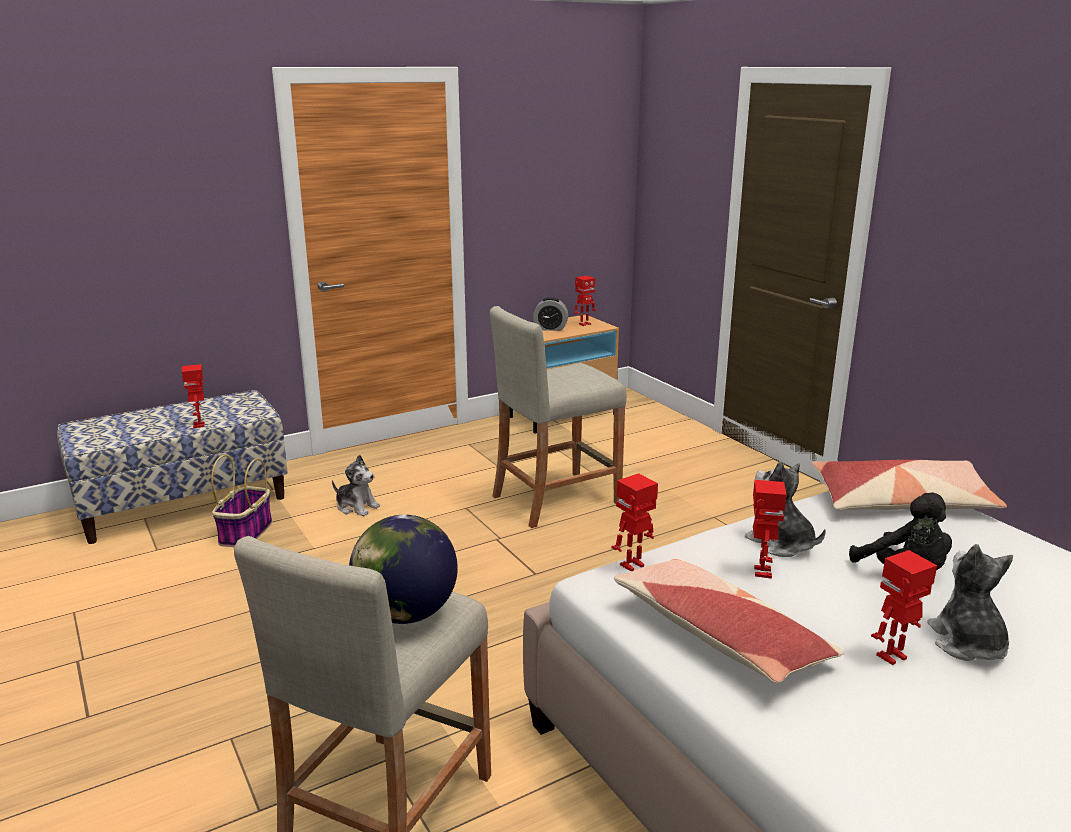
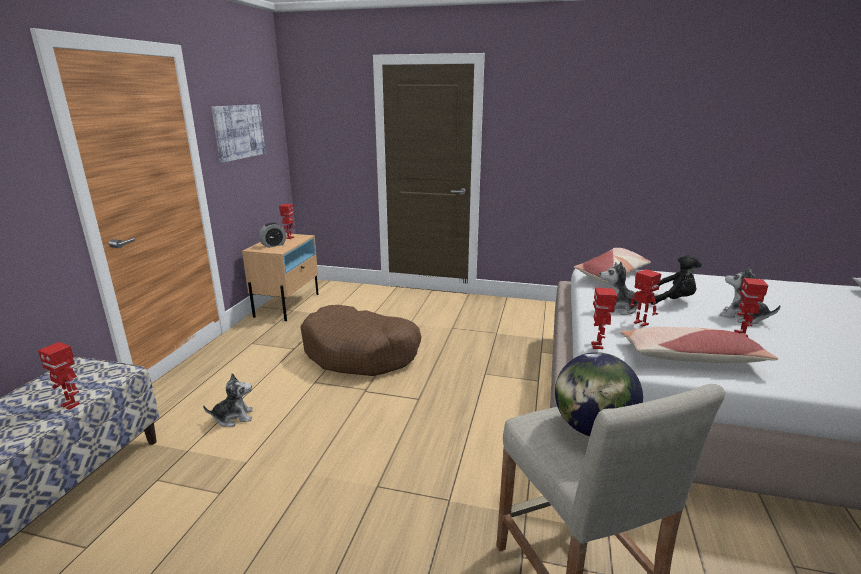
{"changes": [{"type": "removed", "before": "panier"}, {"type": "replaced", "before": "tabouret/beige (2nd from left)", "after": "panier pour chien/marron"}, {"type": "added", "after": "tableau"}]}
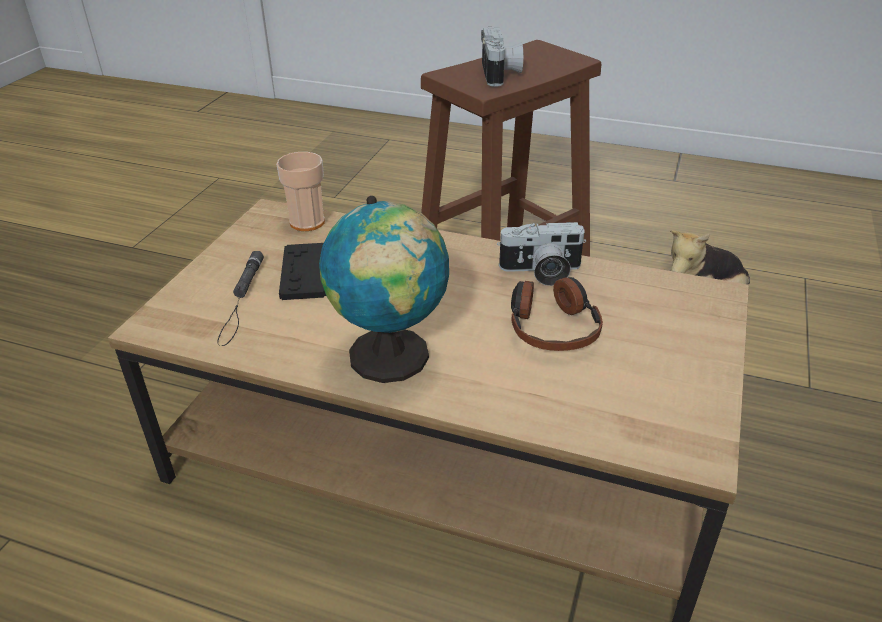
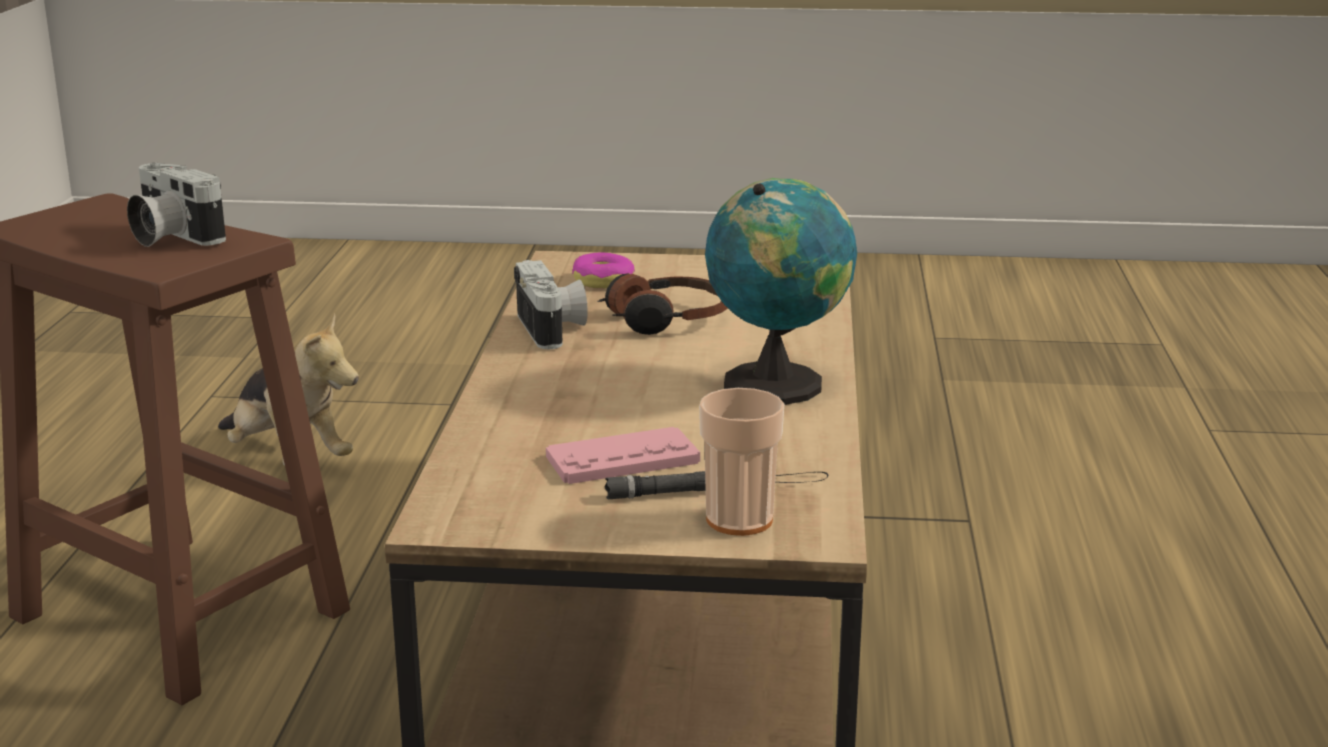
{"changes": [{"type": "moved", "before": "tasse"}, {"type": "recoloured", "before": "manette/noir", "after": "manette/rose"}, {"type": "turned", "before": "appareil photo (1st from left)", "turn": -120}, {"type": "added", "after": "beignet"}]}
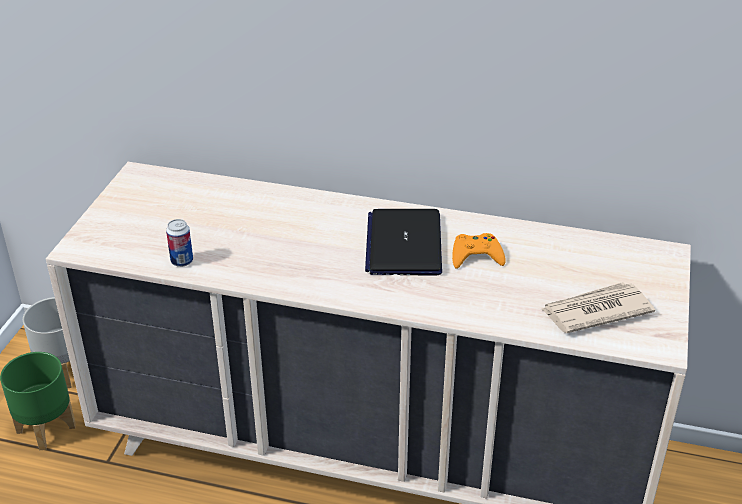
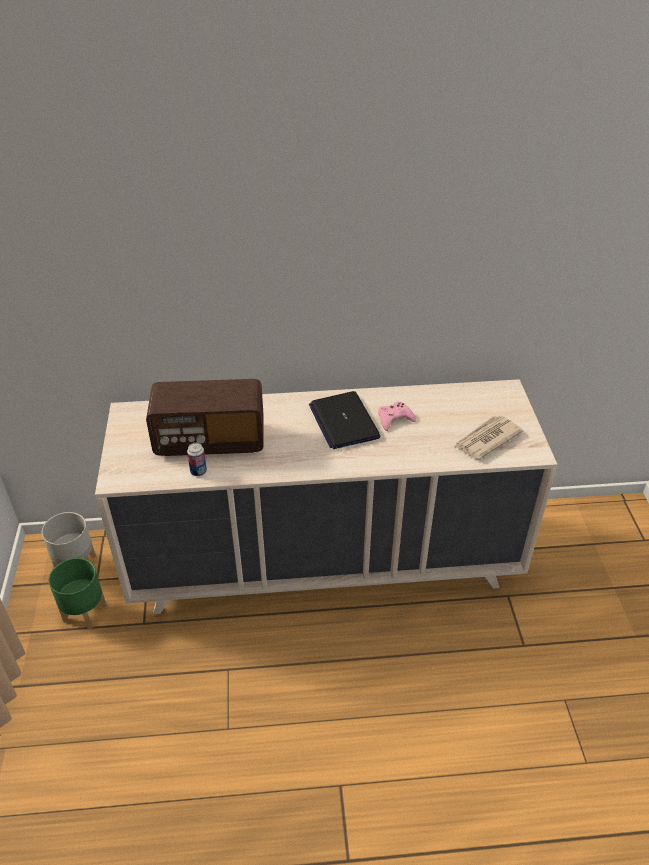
{"changes": [{"type": "recoloured", "before": "manette/orange", "after": "manette/rose"}, {"type": "added", "after": "radio"}]}
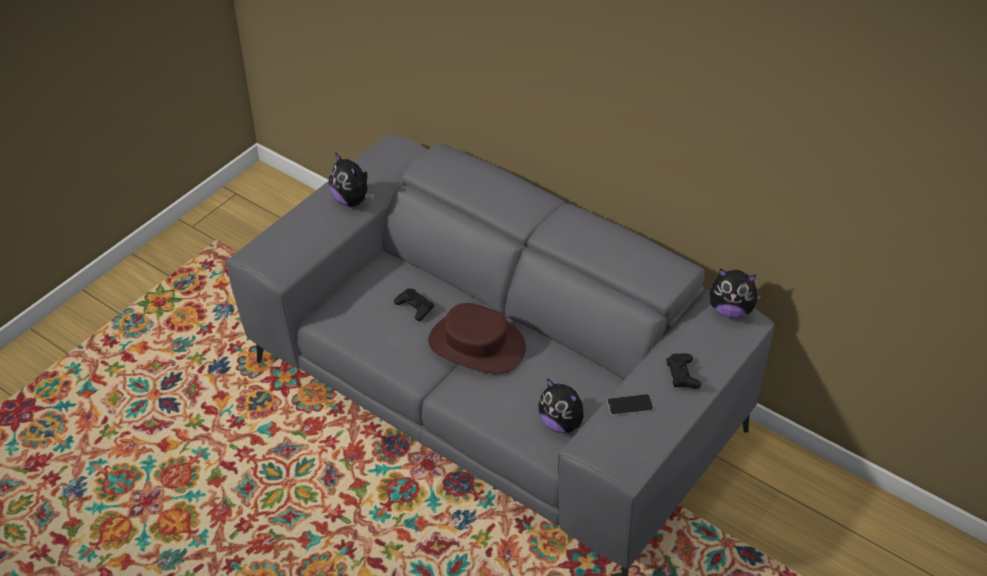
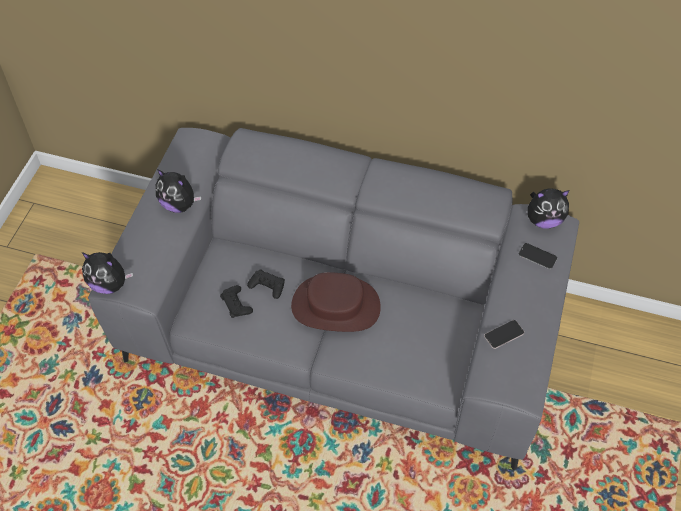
{"changes": [{"type": "moved", "before": "peluche (2nd from left in the first image)", "after": "peluche (1st from left)"}, {"type": "moved", "before": "manette/noir (2nd from left in the first image)", "after": "manette/noir (1st from left)"}, {"type": "added", "after": "téléphone (2nd from left)"}]}
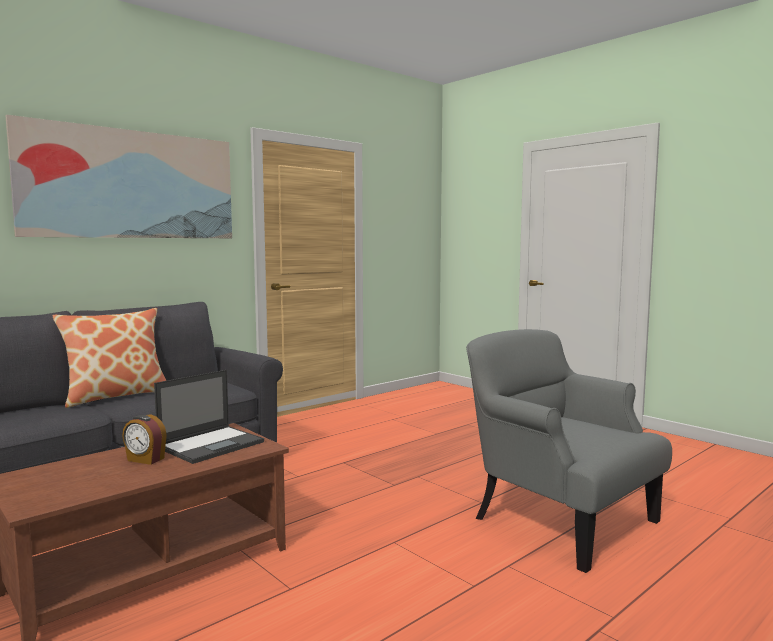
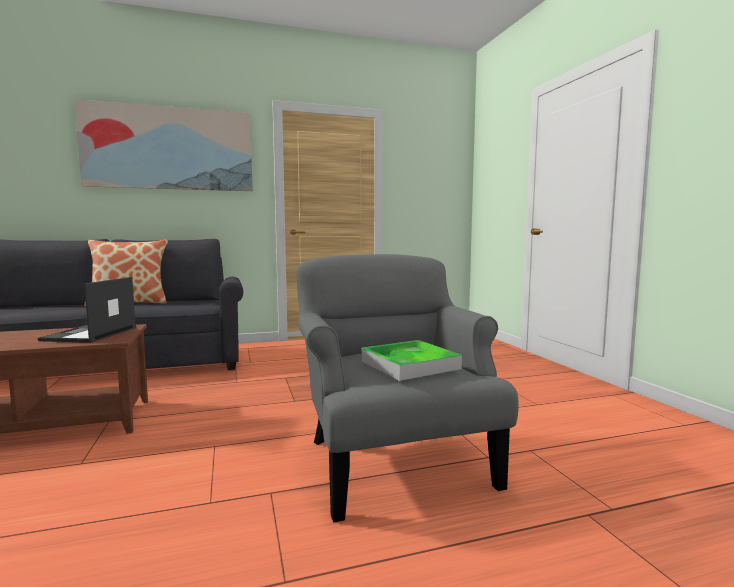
{"changes": [{"type": "removed", "before": "réveil"}, {"type": "turned", "before": "ordinateur portable", "turn": 120}, {"type": "added", "after": "plateau"}]}
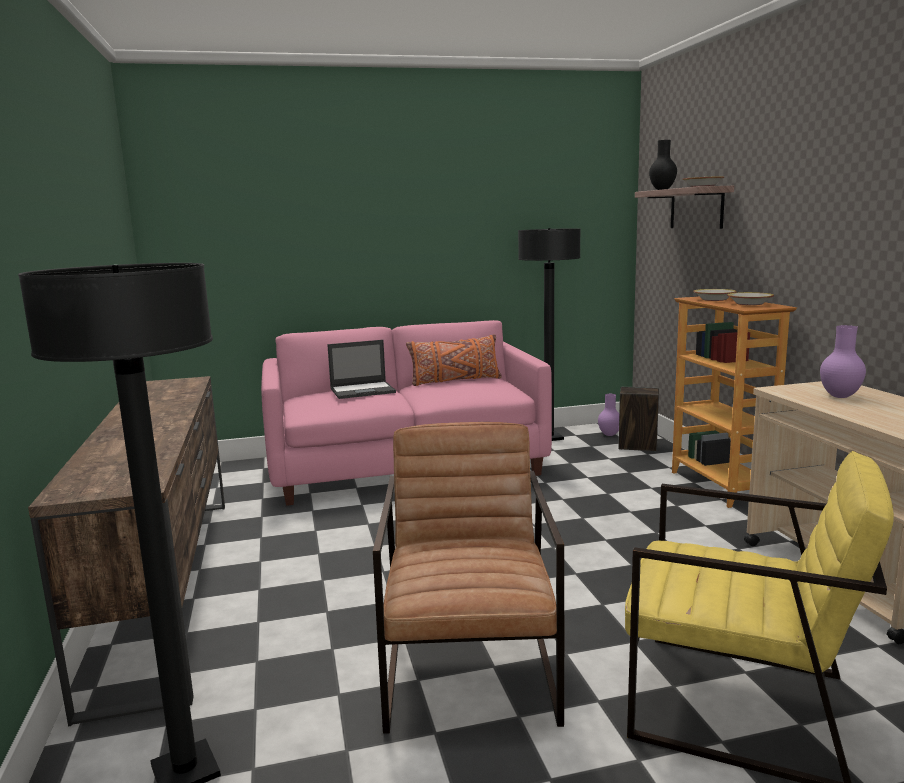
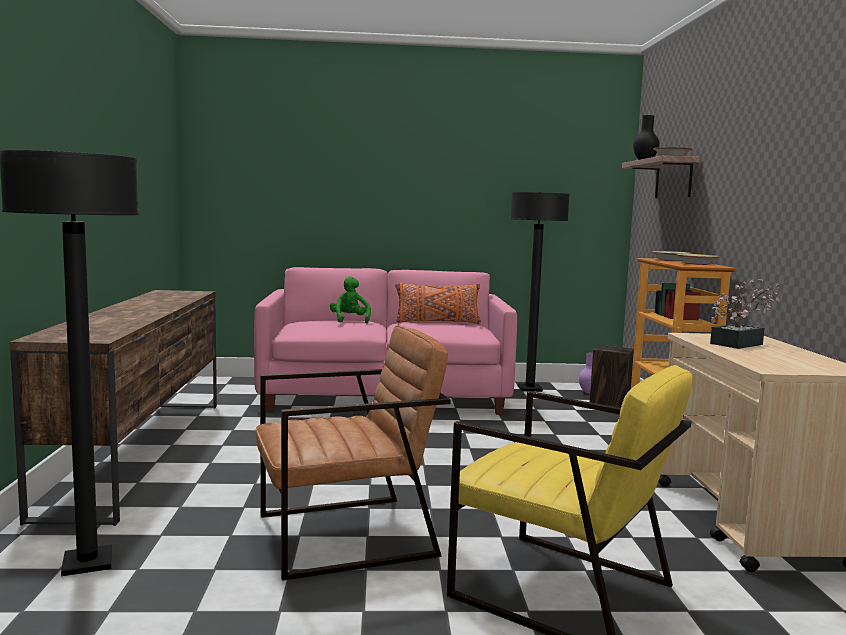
{"changes": [{"type": "replaced", "before": "ordinateur portable", "after": "peluche/vert"}, {"type": "turned", "before": "fauteuil/marron", "turn": 60}, {"type": "replaced", "before": "vase/violet (2nd from left)", "after": "plante en pot"}]}
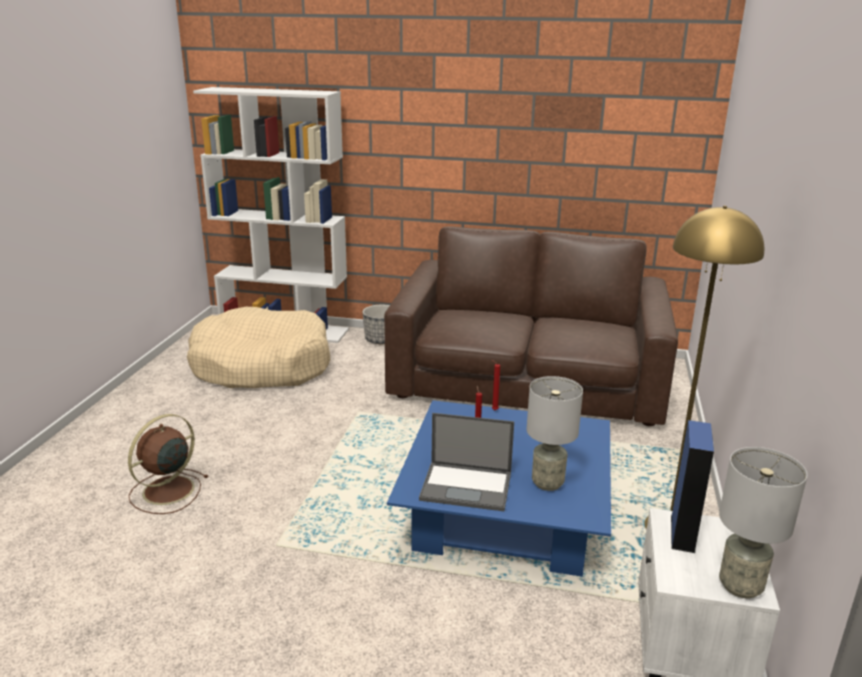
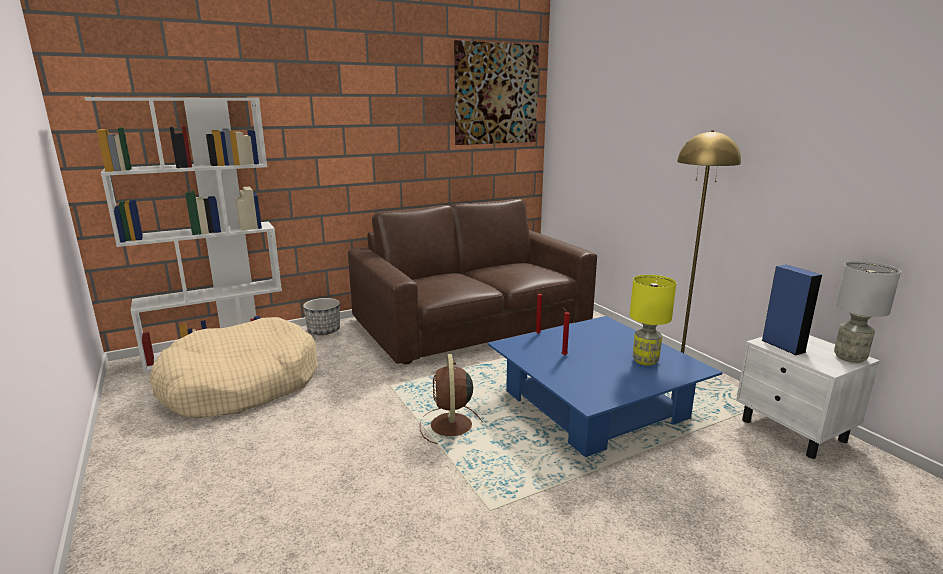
{"changes": [{"type": "moved", "before": "ventilateur/marron"}, {"type": "removed", "before": "ordinateur portable"}, {"type": "recoloured", "before": "lampe de table/gris (1st from left)", "after": "lampe de table/jaune"}, {"type": "added", "after": "tableau"}]}
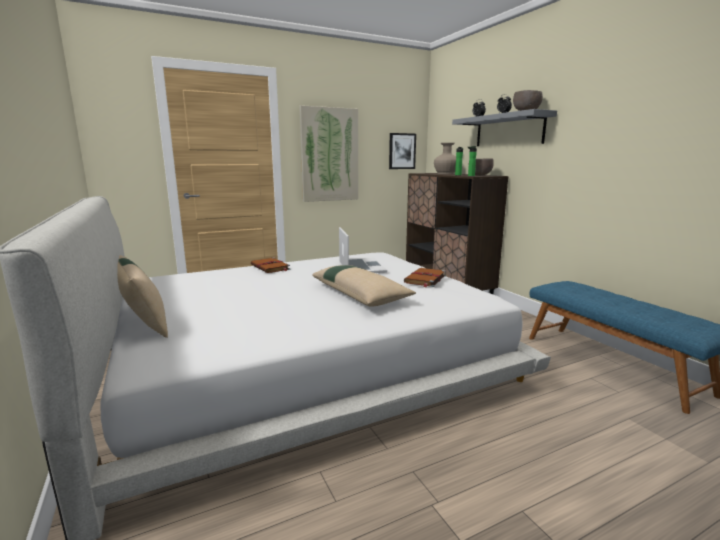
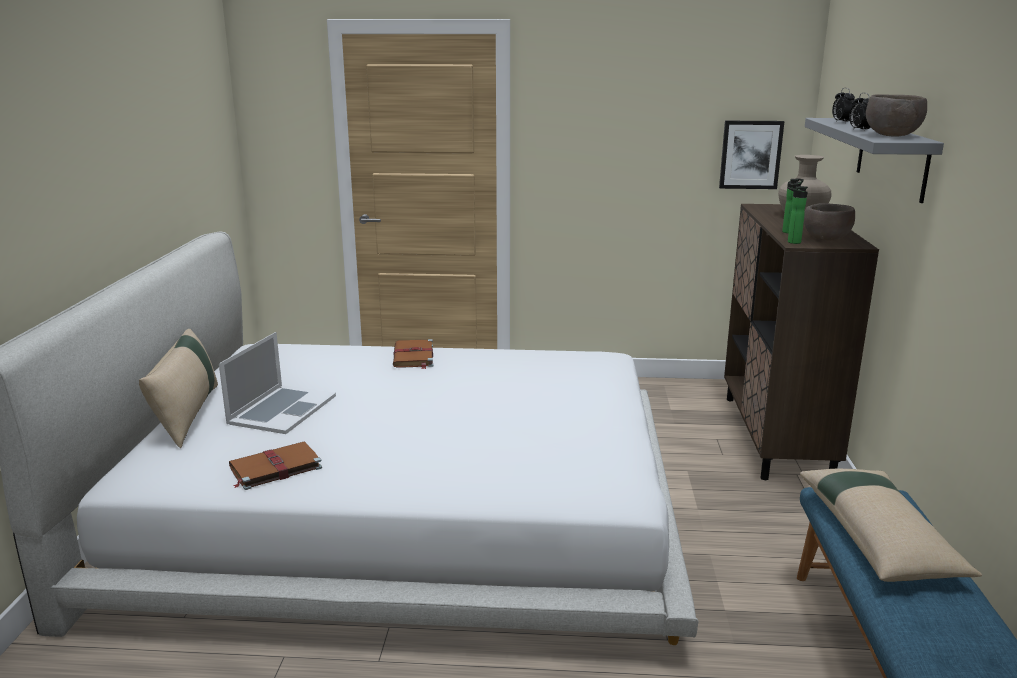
{"changes": [{"type": "removed", "before": "tableau (1st from left)"}, {"type": "moved", "before": "coussin/beige (2nd from left)"}, {"type": "moved", "before": "ordinateur portable"}, {"type": "moved", "before": "livre/marron (2nd from left in the first image)", "after": "livre/marron (1st from left)"}]}
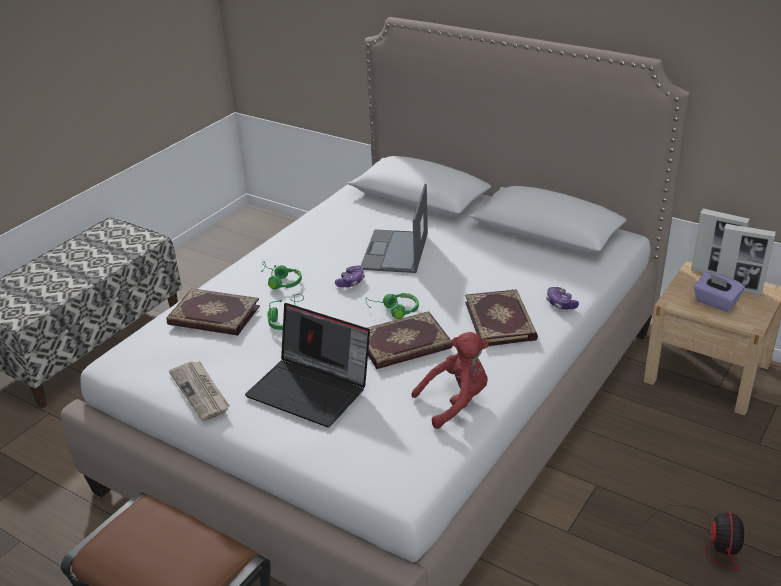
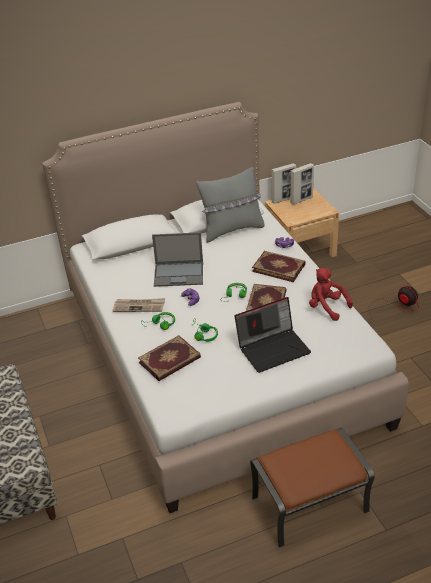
{"changes": [{"type": "moved", "before": "journal"}, {"type": "turned", "before": "ordinateur portable (2nd from left in the first image)", "turn": -45}, {"type": "turned", "before": "peluche/rouge", "turn": -60}, {"type": "removed", "before": "boîte à mouchoirs/violet"}, {"type": "added", "after": "coussin/gris"}]}
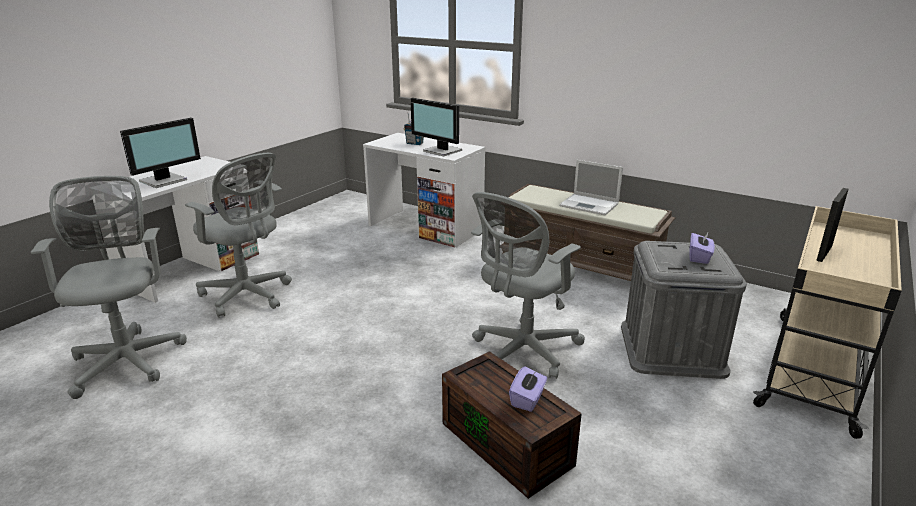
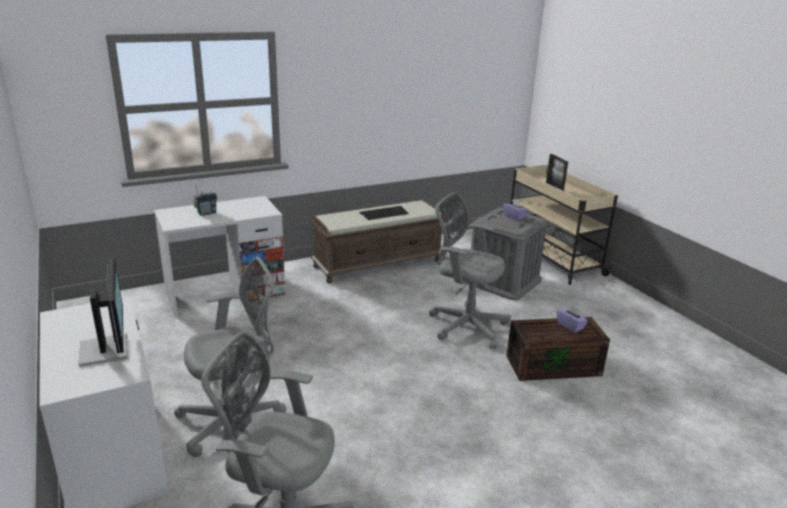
{"changes": [{"type": "removed", "before": "écran d'ordinateur (2nd from left)"}, {"type": "turned", "before": "chaise de bureau/gris (3rd from left)", "turn": 135}, {"type": "replaced", "before": "ordinateur portable", "after": "clavier"}]}
